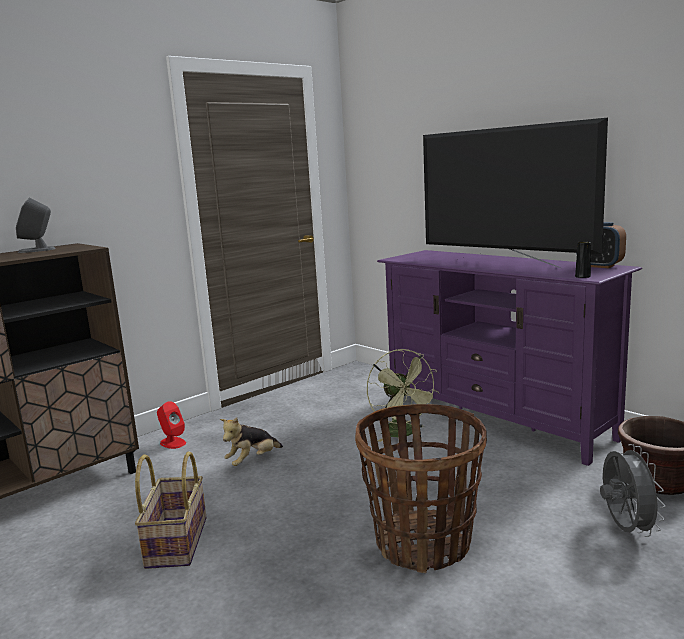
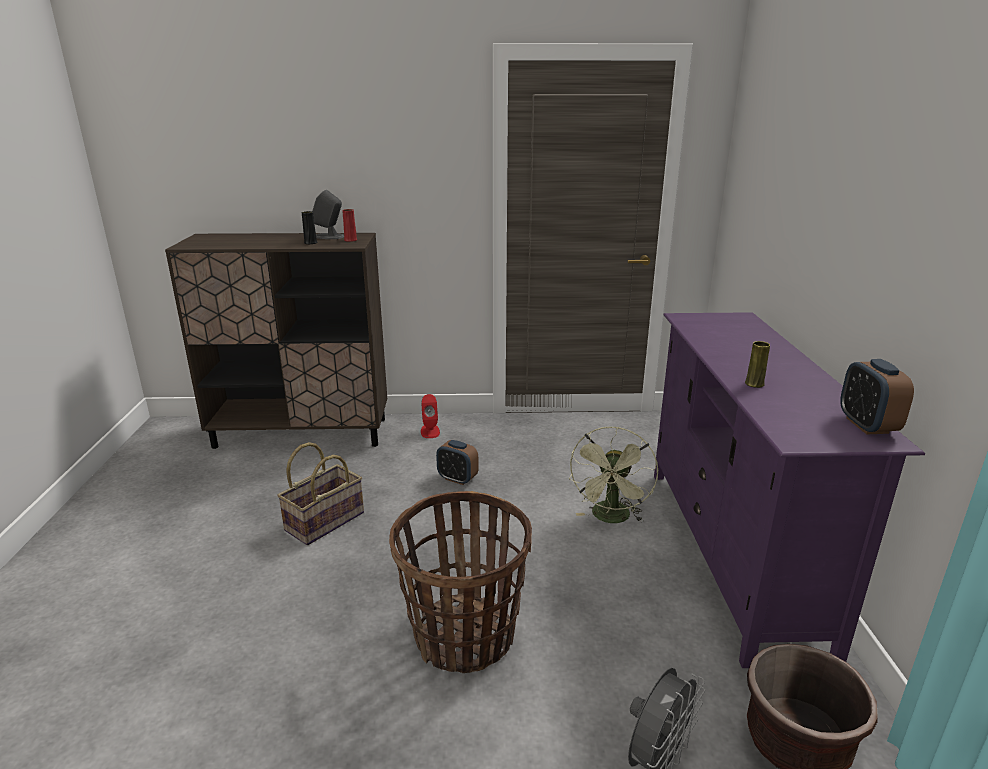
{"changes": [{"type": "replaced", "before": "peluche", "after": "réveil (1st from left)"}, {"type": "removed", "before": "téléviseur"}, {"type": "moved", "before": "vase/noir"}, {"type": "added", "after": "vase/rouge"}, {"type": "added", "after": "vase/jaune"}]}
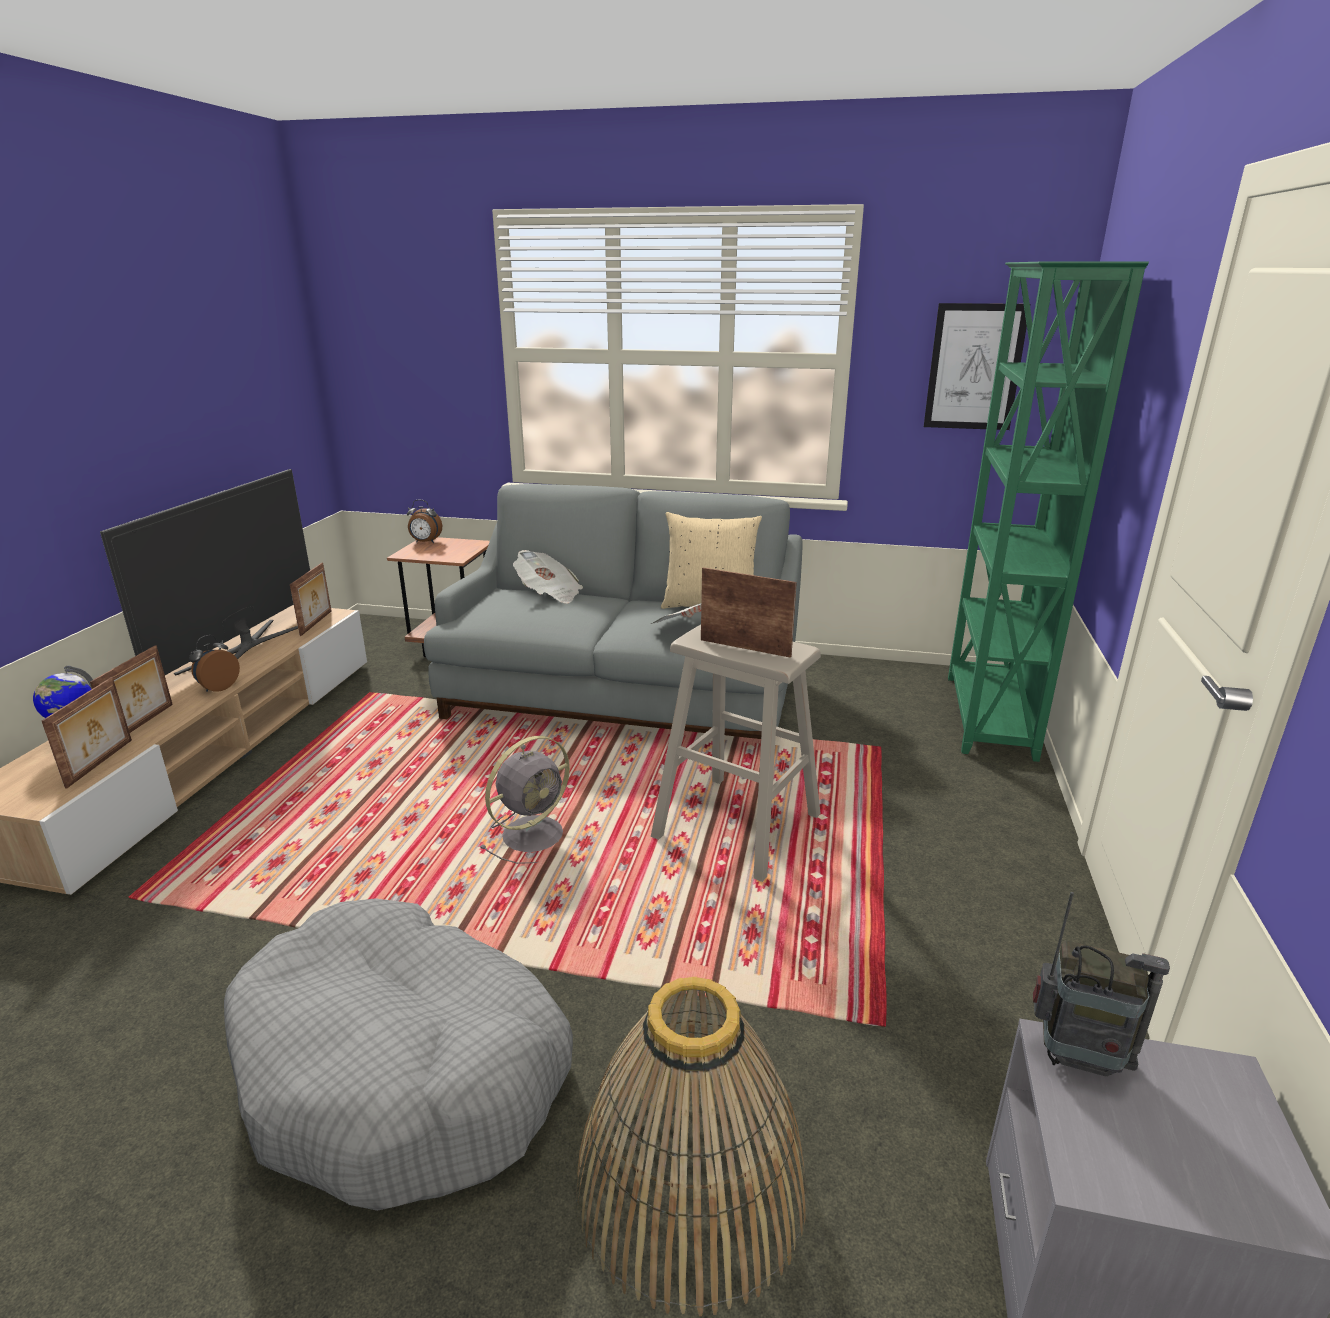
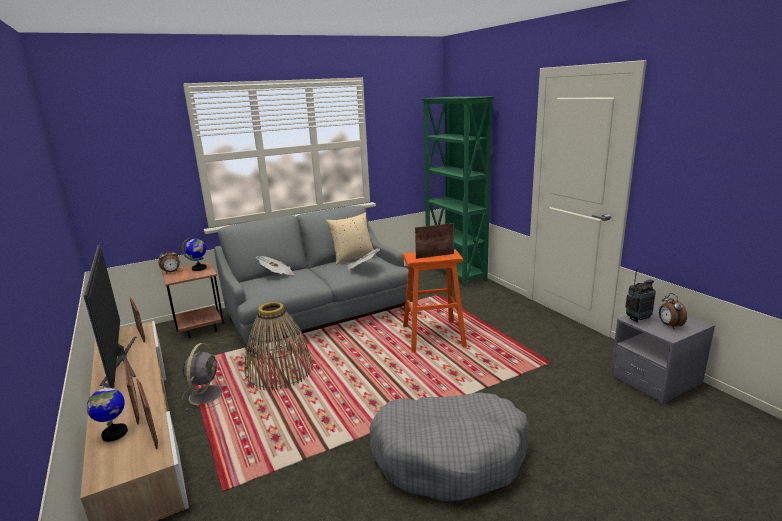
{"changes": [{"type": "moved", "before": "réveil (1st from left in the first image)", "after": "réveil (2nd from left)"}, {"type": "moved", "before": "ventilateur/gris"}, {"type": "moved", "before": "panier"}, {"type": "recoloured", "before": "tabouret/beige", "after": "tabouret/orange"}, {"type": "removed", "before": "tableau"}, {"type": "added", "after": "globe (2nd from left)"}]}
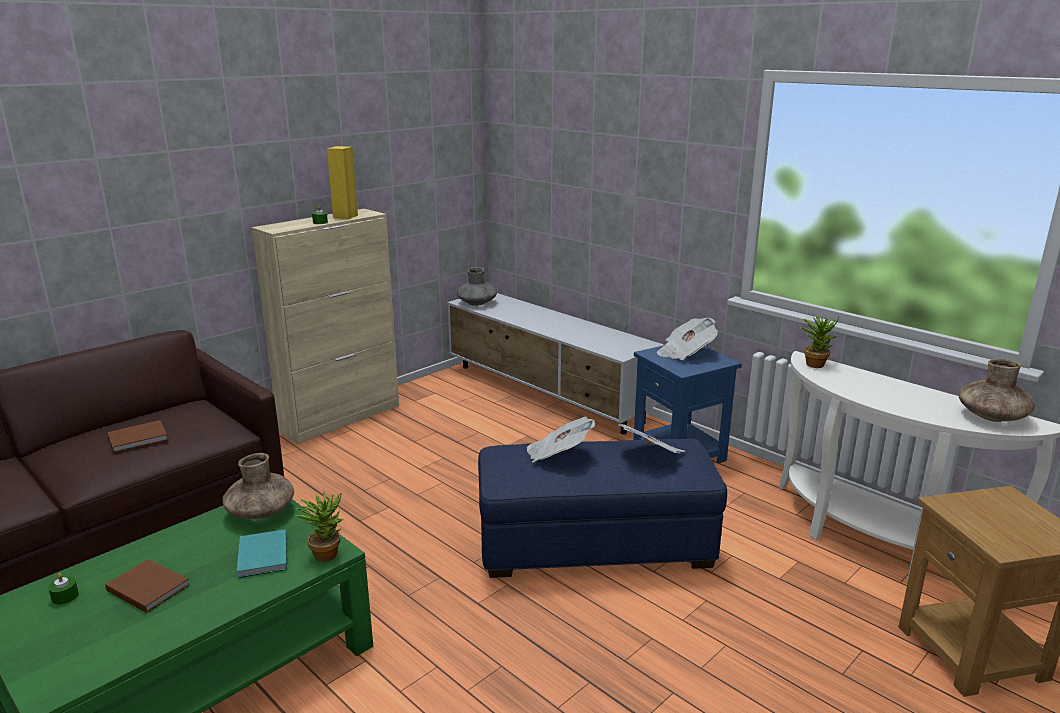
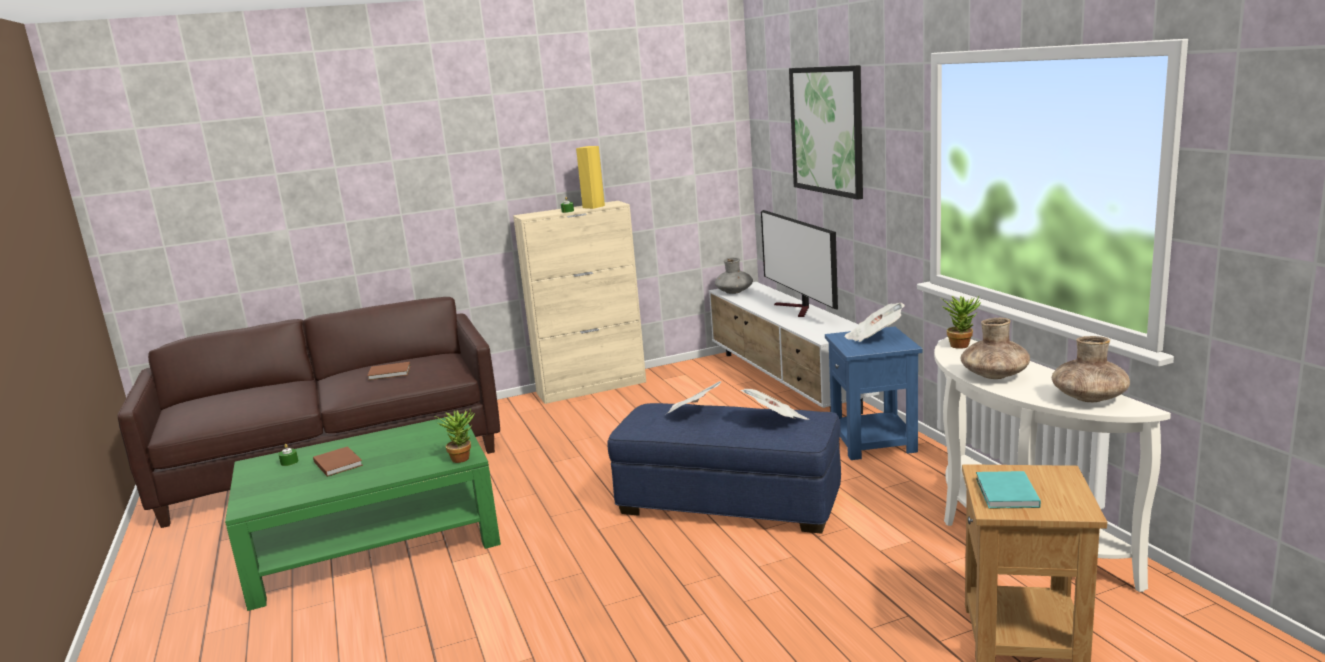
{"changes": [{"type": "moved", "before": "vase/marron (1st from left)"}, {"type": "moved", "before": "livre/turquoise"}, {"type": "added", "after": "téléviseur"}, {"type": "added", "after": "tableau"}]}
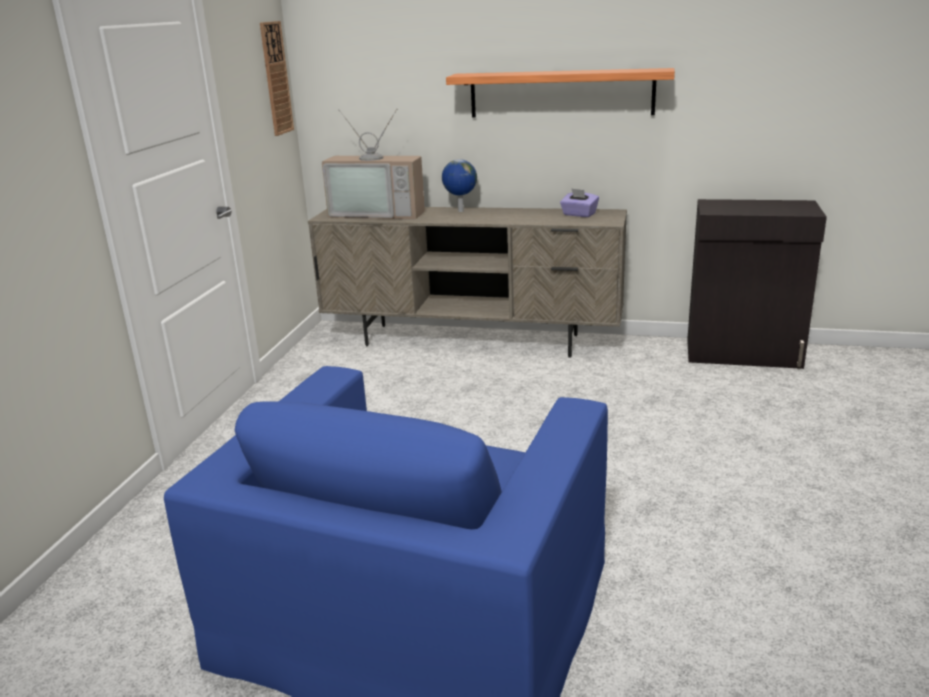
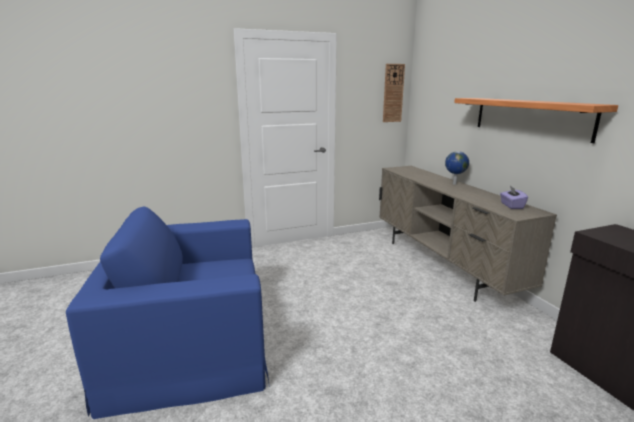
{"changes": [{"type": "removed", "before": "téléviseur"}]}
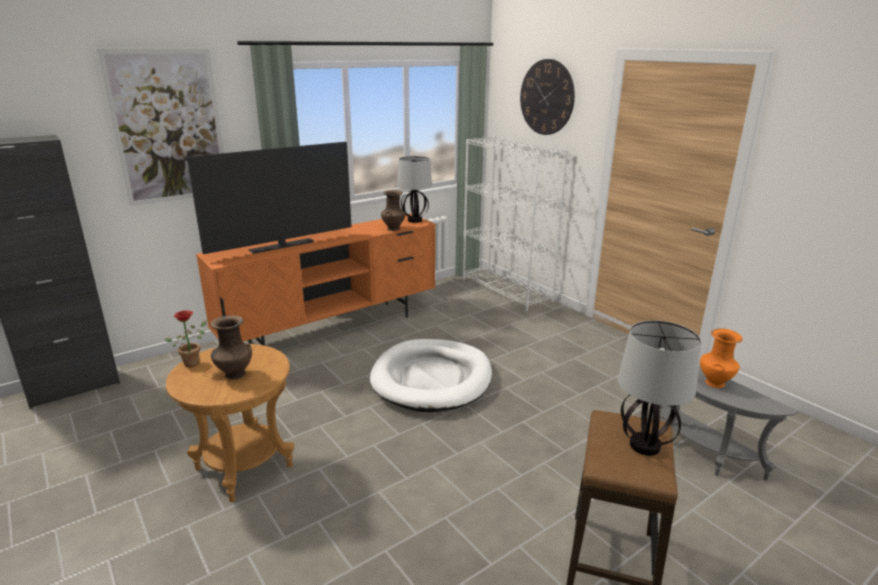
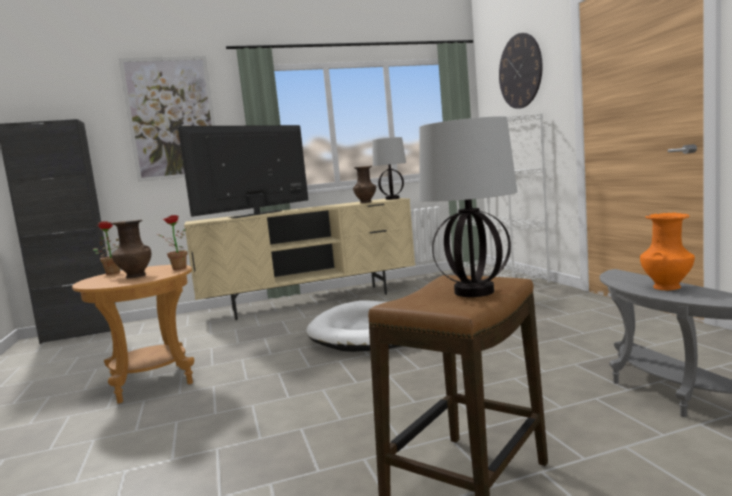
{"changes": [{"type": "turned", "before": "téléviseur", "turn": 150}, {"type": "recoloured", "before": "meuble télé/orange", "after": "meuble télé/beige"}, {"type": "added", "after": "plante en pot (2nd from left)"}]}
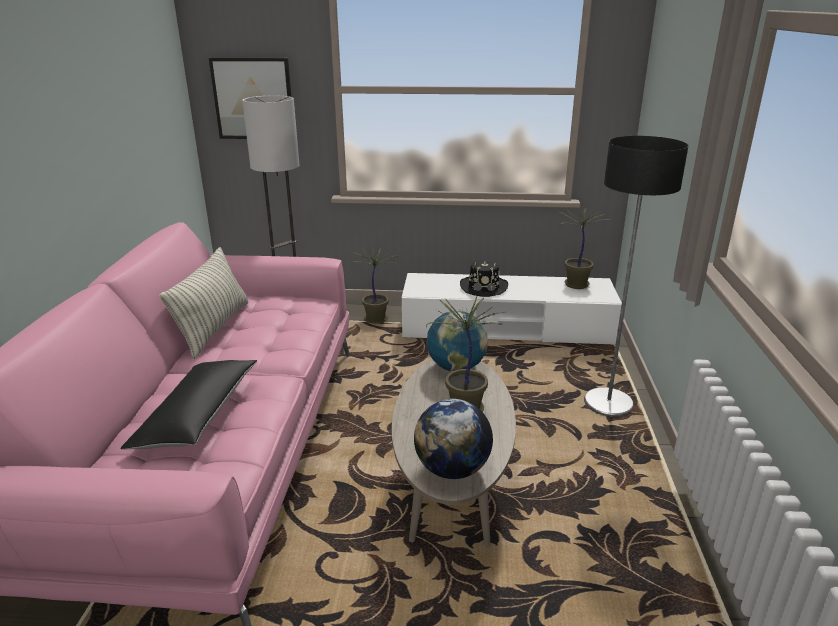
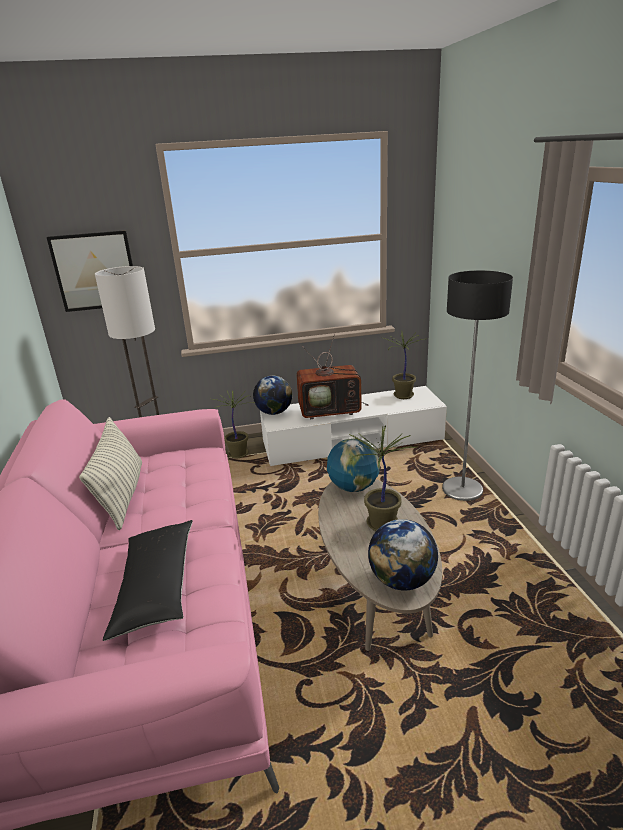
{"changes": [{"type": "replaced", "before": "chapeau/noir", "after": "téléviseur"}, {"type": "added", "after": "globe (1st from left)"}]}
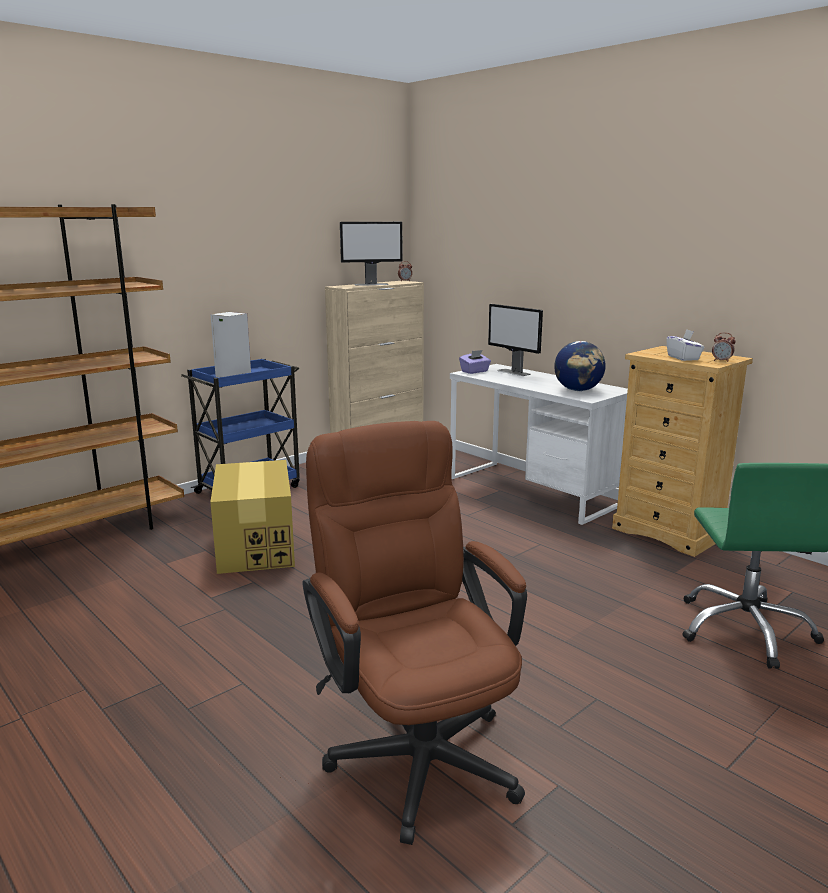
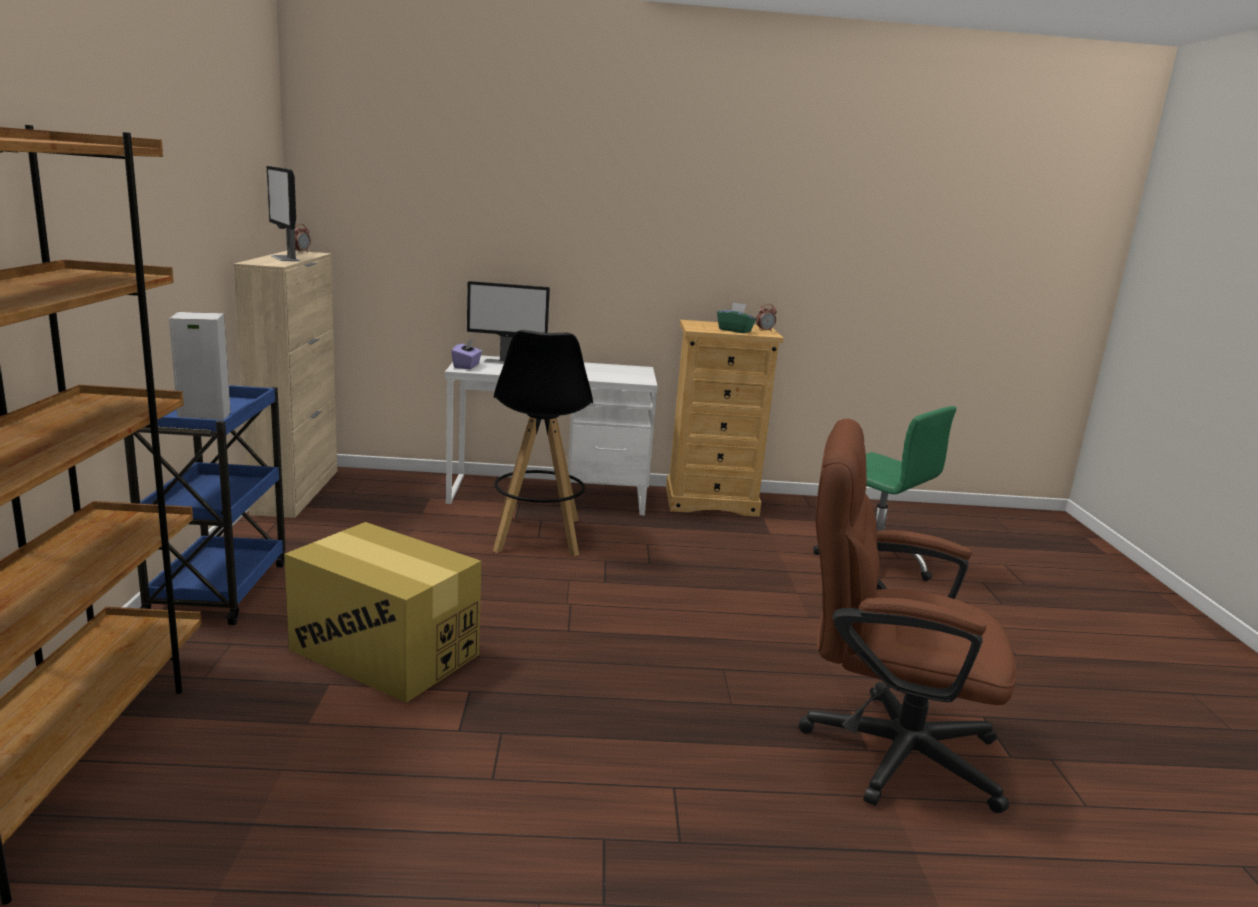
{"changes": [{"type": "turned", "before": "écran d'ordinateur (1st from left)", "turn": 120}, {"type": "removed", "before": "globe"}, {"type": "recoloured", "before": "boîte à mouchoirs/blanc", "after": "boîte à mouchoirs/vert"}, {"type": "added", "after": "tabouret/noir"}]}
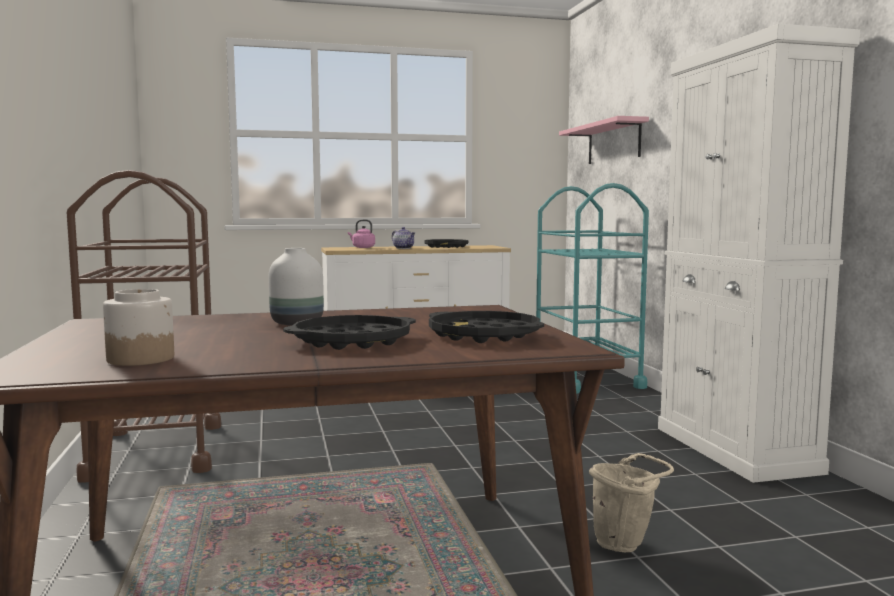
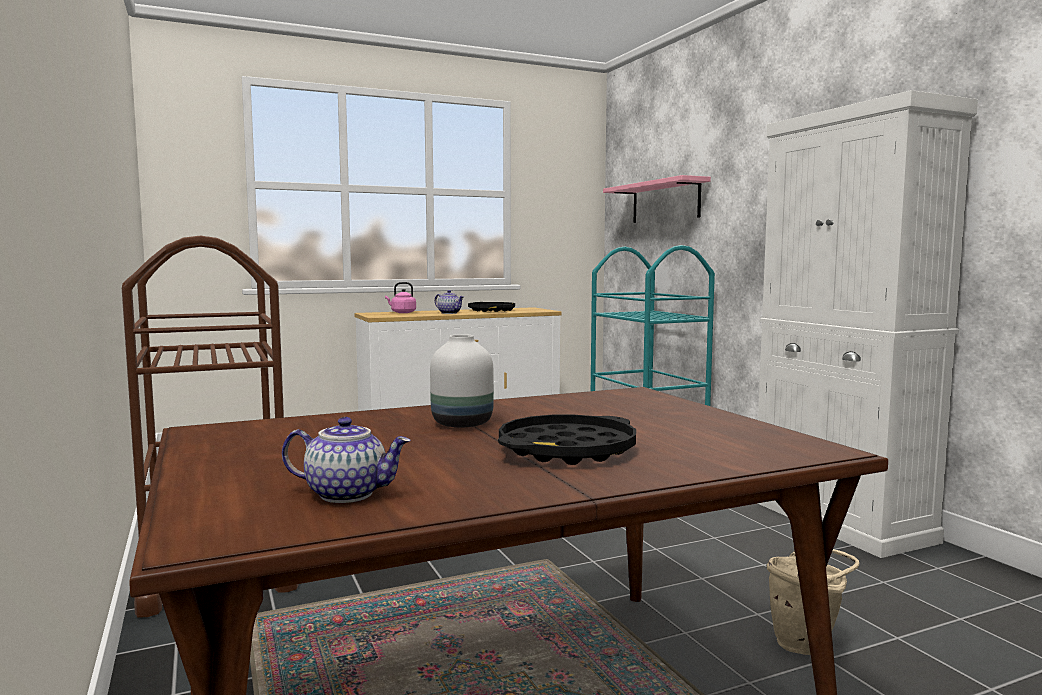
{"changes": [{"type": "replaced", "before": "bocal", "after": "théière (1st from left)"}, {"type": "removed", "before": "plateau/noir (3rd from left)"}]}
